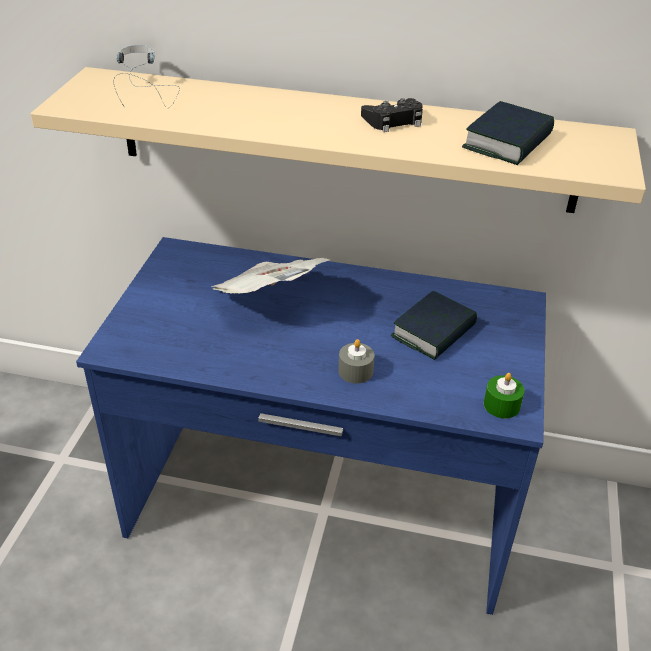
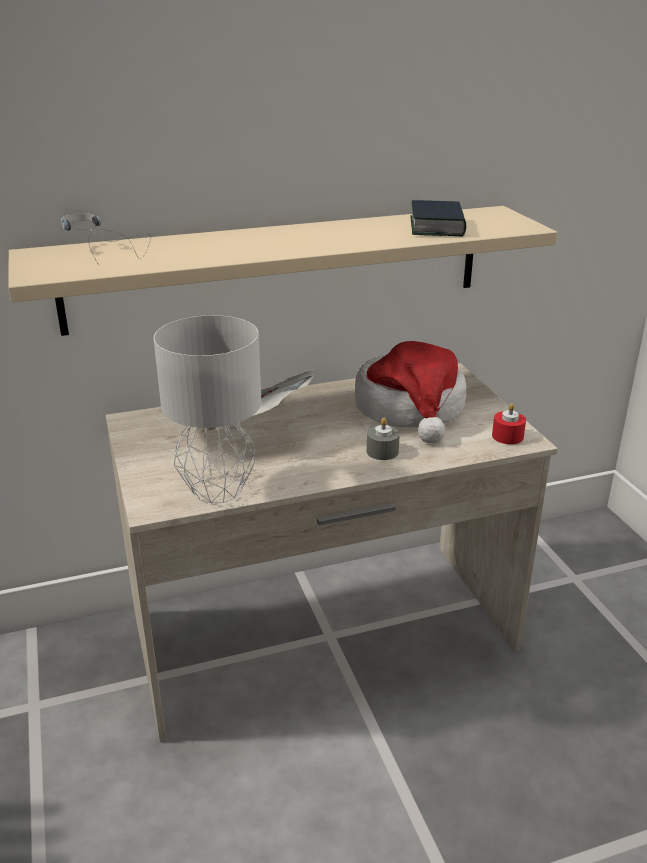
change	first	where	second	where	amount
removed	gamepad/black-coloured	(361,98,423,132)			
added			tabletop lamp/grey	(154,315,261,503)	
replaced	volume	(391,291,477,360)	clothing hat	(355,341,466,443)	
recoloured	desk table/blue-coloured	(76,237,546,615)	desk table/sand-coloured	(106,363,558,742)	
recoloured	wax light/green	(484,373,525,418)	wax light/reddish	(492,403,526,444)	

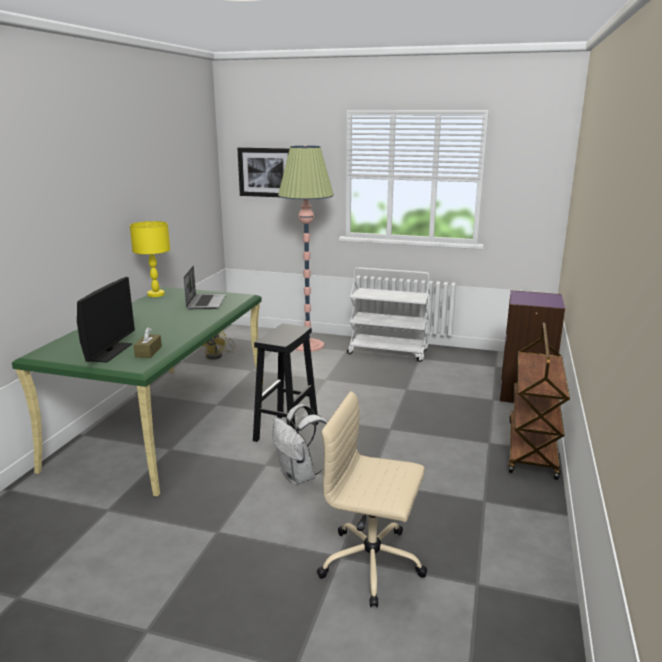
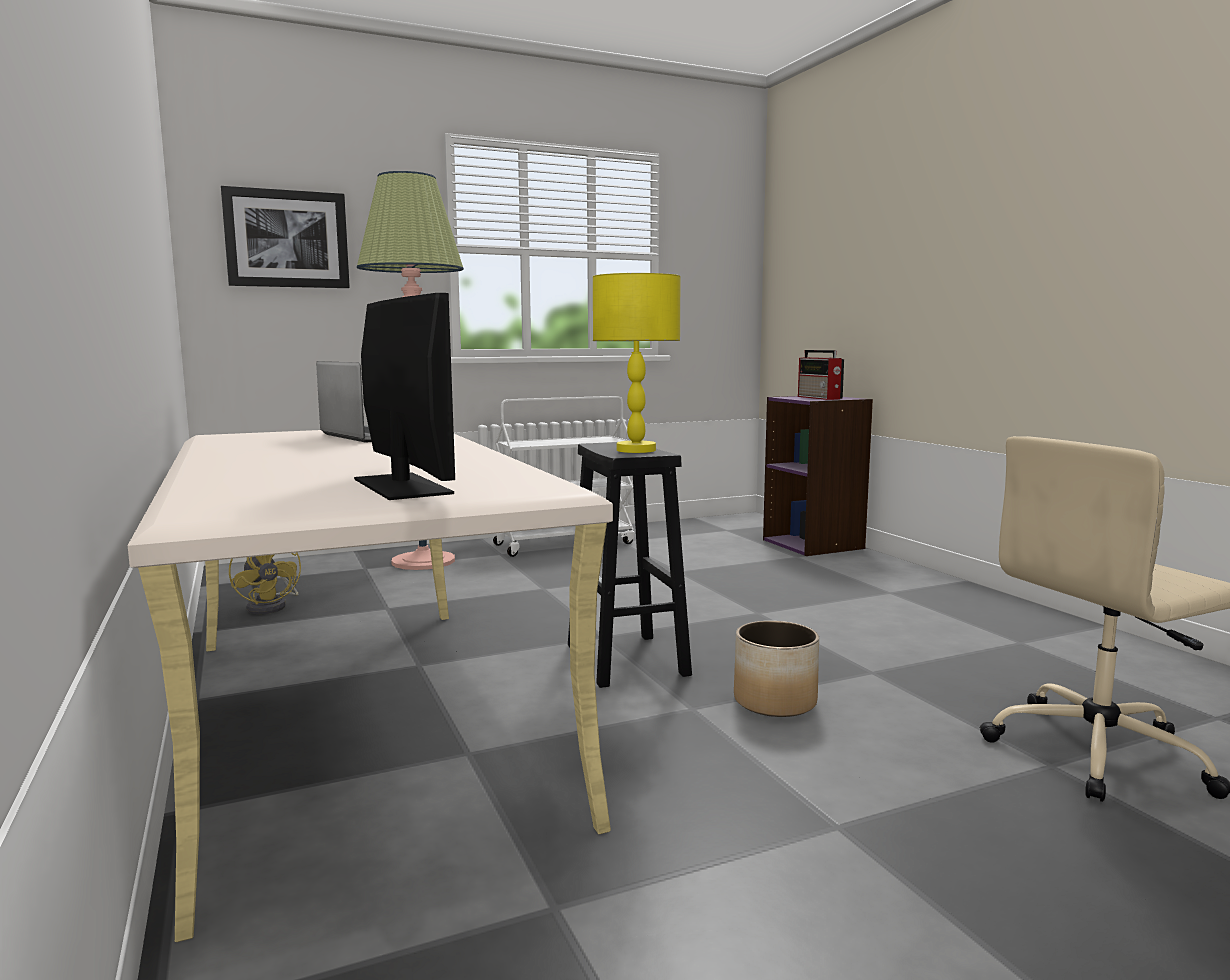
change	first	where	second	where	amount
removed	box of tissues/brownish	(134,327,162,358)			
removed	trolley/brownish	(508,323,570,480)			
added			radio	(798,350,844,400)	
moved	tabletop lamp/yellow	(130,221,170,297)		(593,273,681,453)	
replaced	knapsack/whitish	(272,404,328,485)	planter	(734,621,819,717)	
recoloured	desk table/green	(12,287,264,497)	desk table/sand-coloured	(127,430,613,942)	

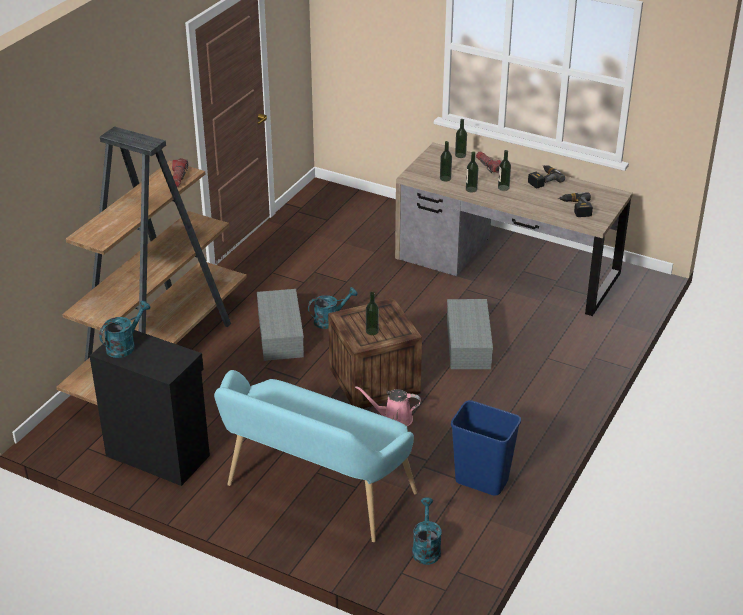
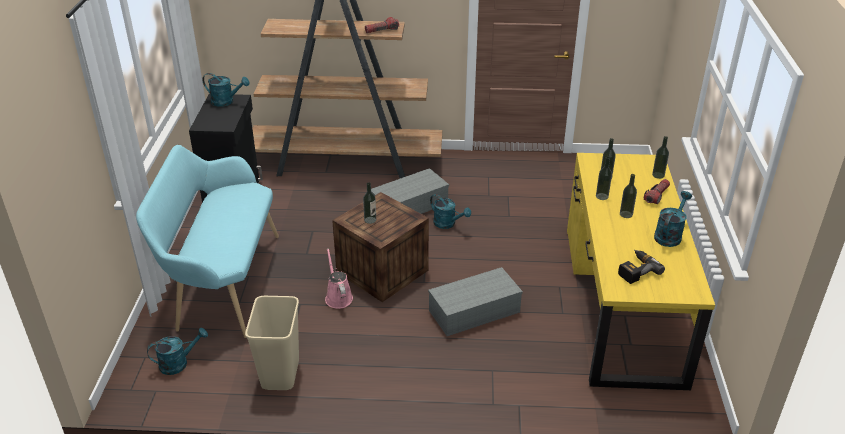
change	first	where	second	where	amount
replaced	power drill	(528,165,565,189)	sprinkling can/blue-green	(654,191,692,247)	
recoloured	desk table/brownish	(395,143,633,316)	desk table/yellow	(567,153,715,390)	
recoloured	rubbish bin/blue-coloured	(451,400,521,496)	rubbish bin/sand-coloured	(245,296,299,390)	

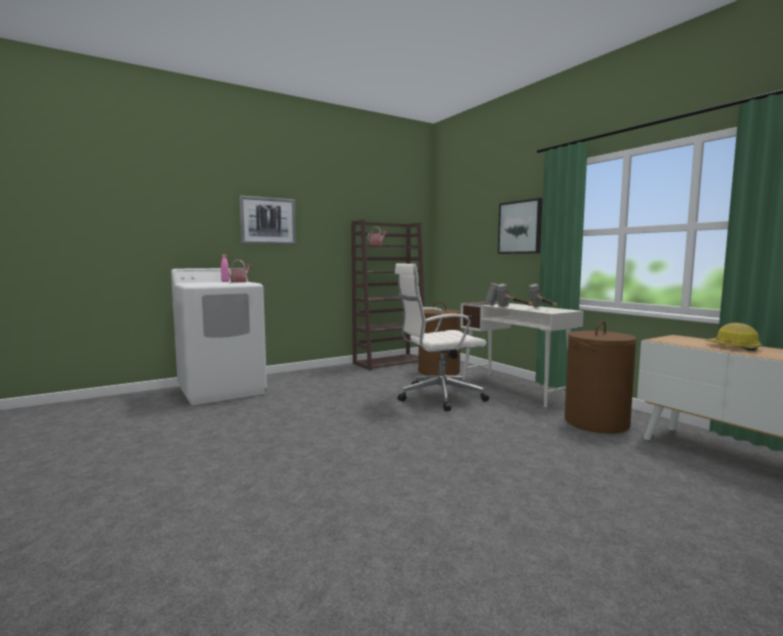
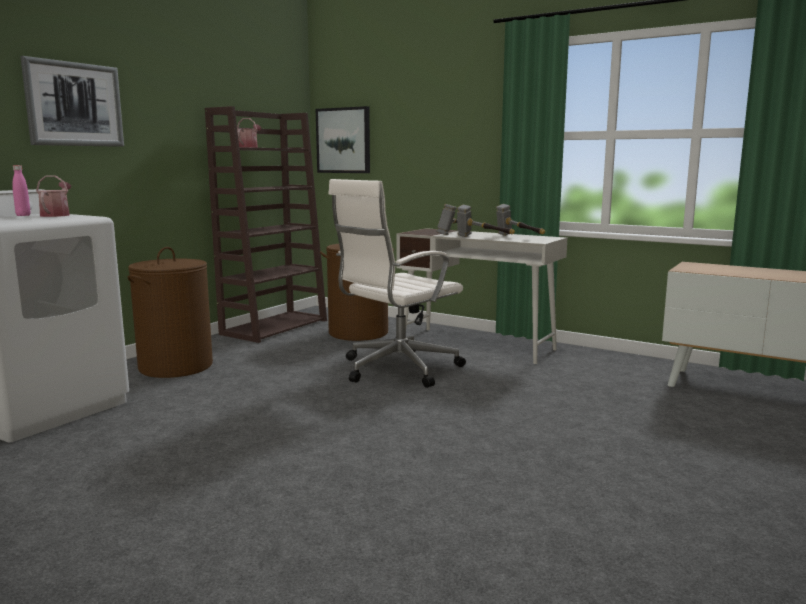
change	first	where	second	where	amount
removed	work helmet	(705,323,762,351)			
moved	picture	(498,198,542,254)		(316,106,370,173)	
moved	hamper/brownish	(564,321,637,433)		(128,247,213,378)	

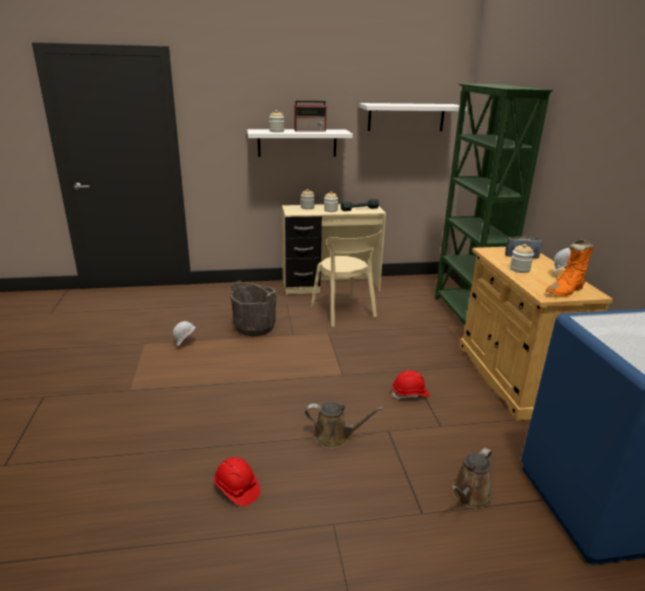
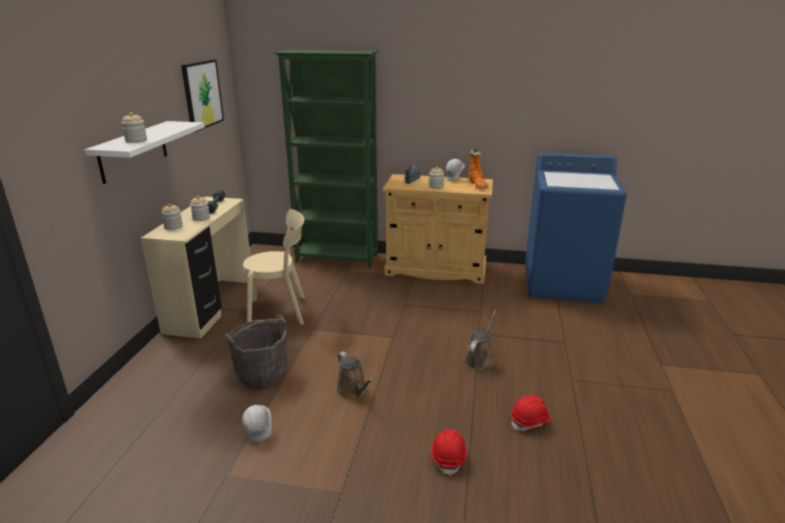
change	first	where	second	where	amount
removed	radio	(294,101,327,132)			
moved	work helmet/reddish	(392,370,430,399)		(431,429,467,476)	
moved	sprinkling can/brownish	(451,448,493,508)		(336,352,373,400)	
replaced	bracket shelf/whitish	(360,103,467,131)	picture	(181,59,224,132)	

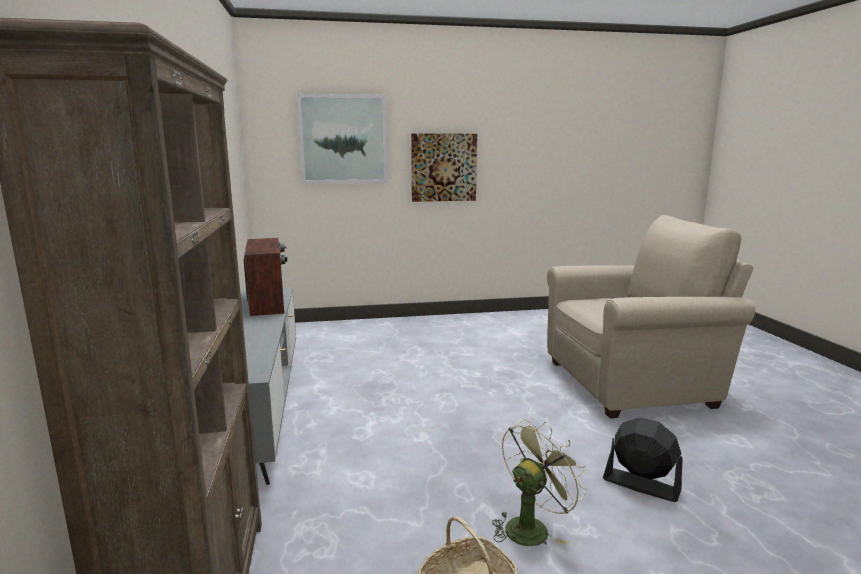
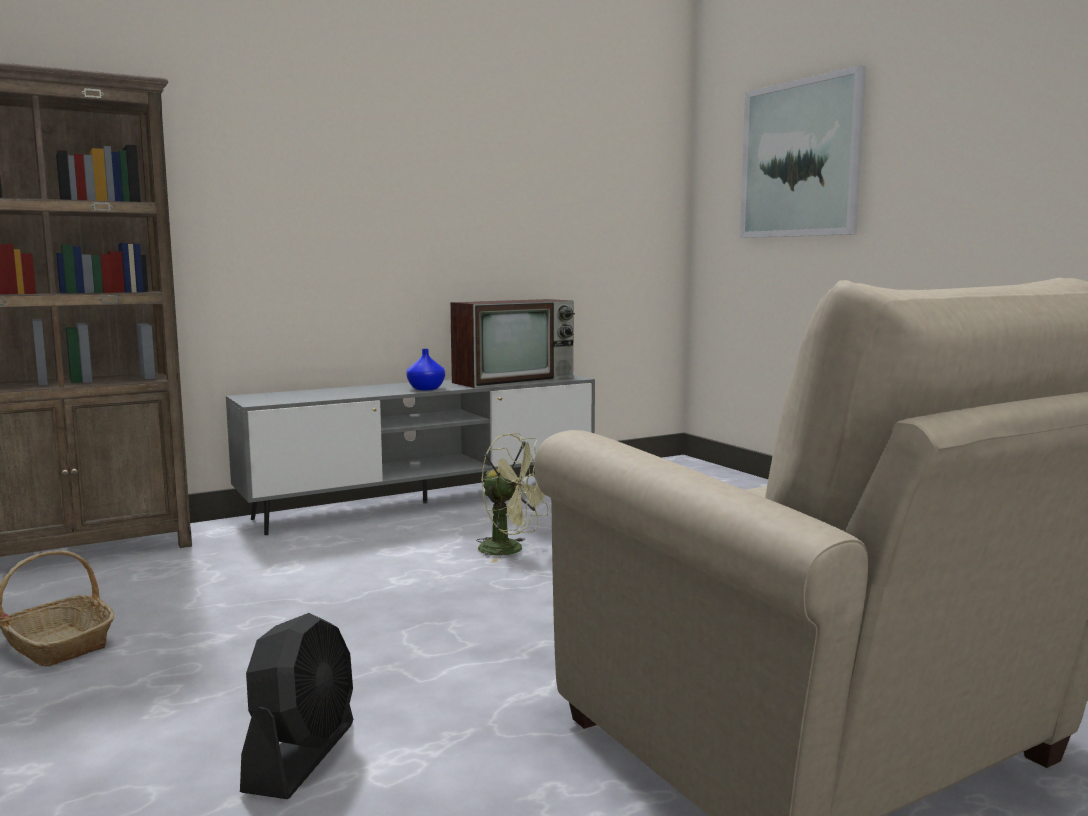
change	first	where	second	where	amount
removed	picture	(411,133,477,202)			
added			flower vase/blue-coloured	(406,349,445,390)	
moved	fan/green	(492,419,587,546)		(476,433,548,562)	

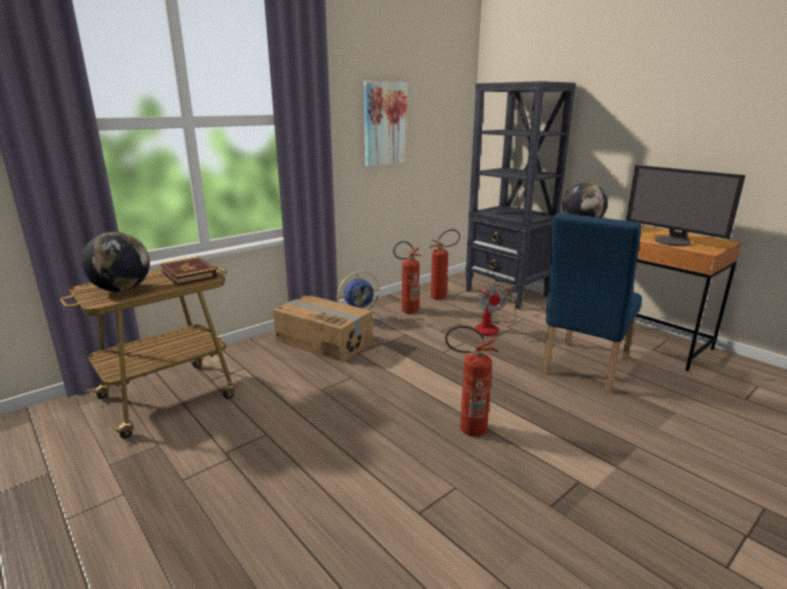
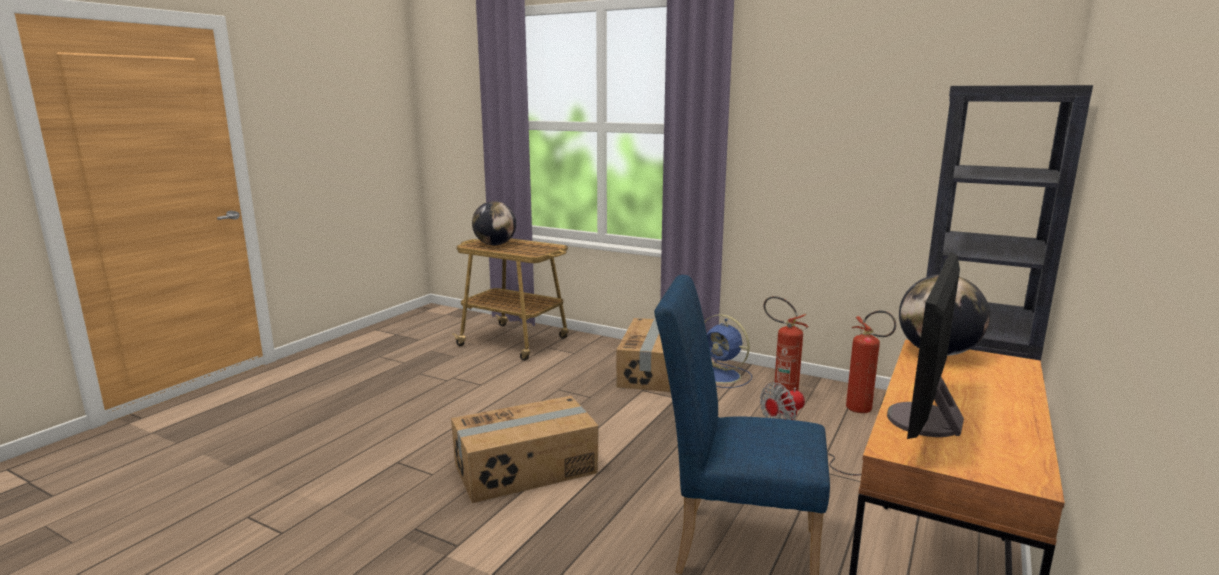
change	first	where	second	where	amount
removed	volume	(159,256,217,286)			
removed	picture	(364,81,407,167)			
replaced	fire extinguisher	(445,325,499,437)	packing box	(451,396,598,503)	

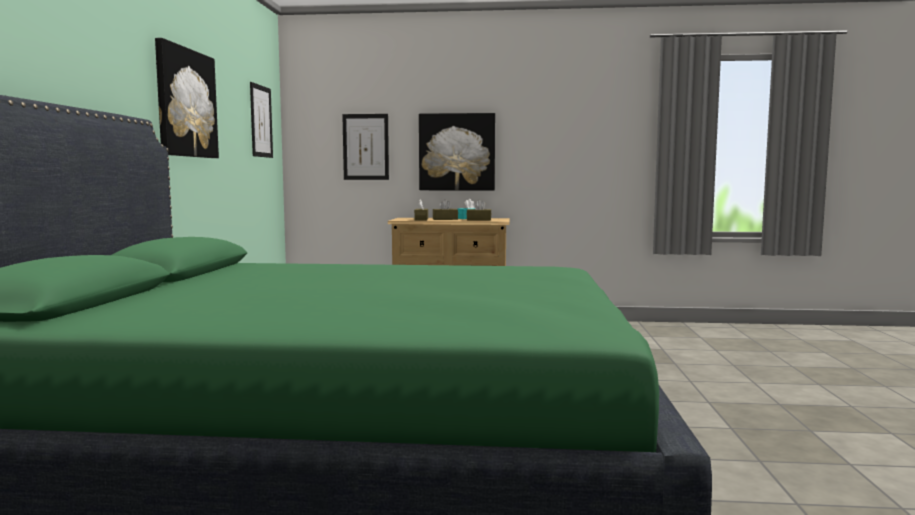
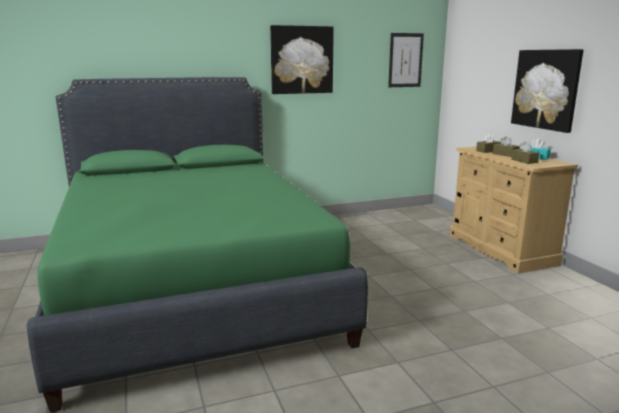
change	first	where	second	where	amount
removed	picture	(342,114,389,180)			

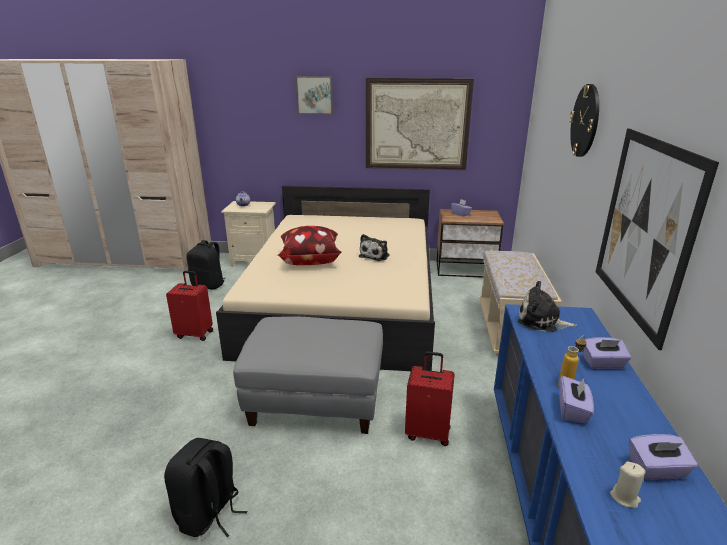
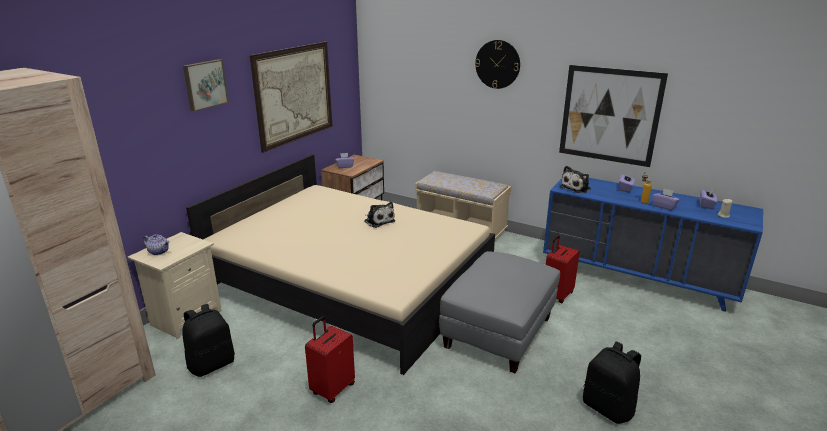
change	first	where	second	where	amount
removed	pillow	(278,226,342,265)			

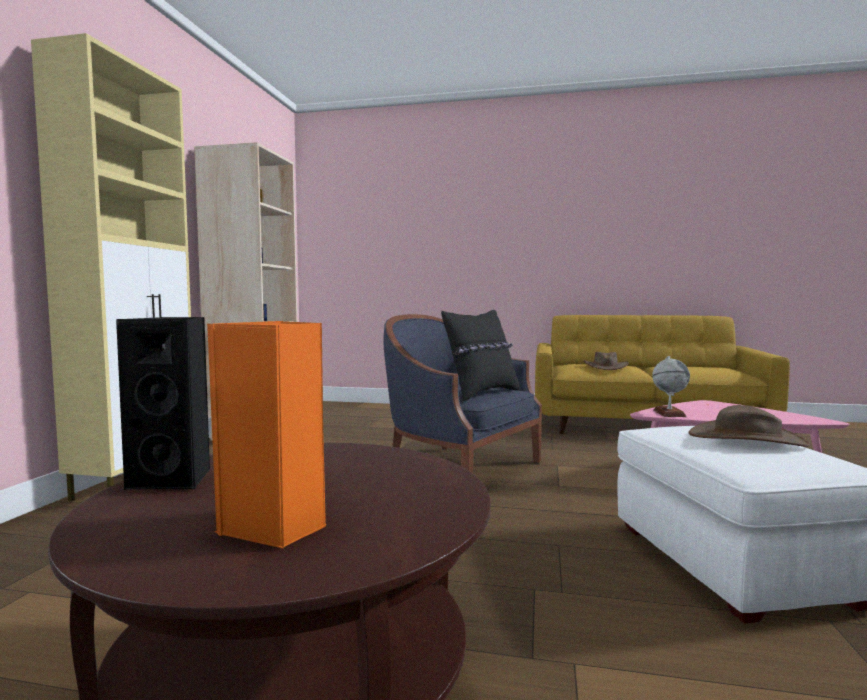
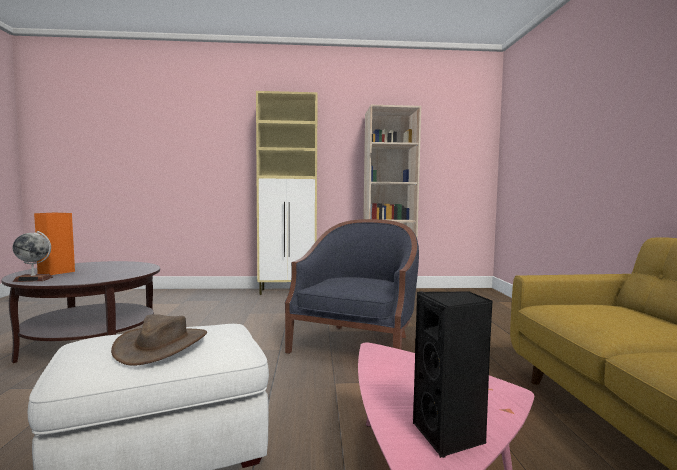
change	first	where	second	where	amount
removed	pillow/black-coloured	(441,310,519,401)			
removed	clothing hat/brownish	(583,352,629,370)			
moved	loudspeaker/black-coloured	(116,317,211,490)		(413,291,493,458)	
moved	globe	(652,356,690,417)		(13,231,53,282)	

